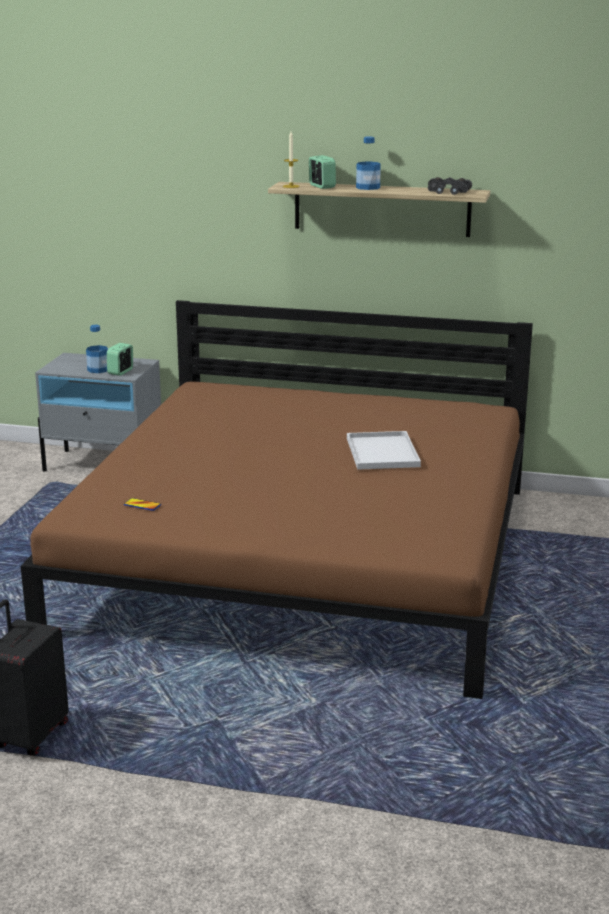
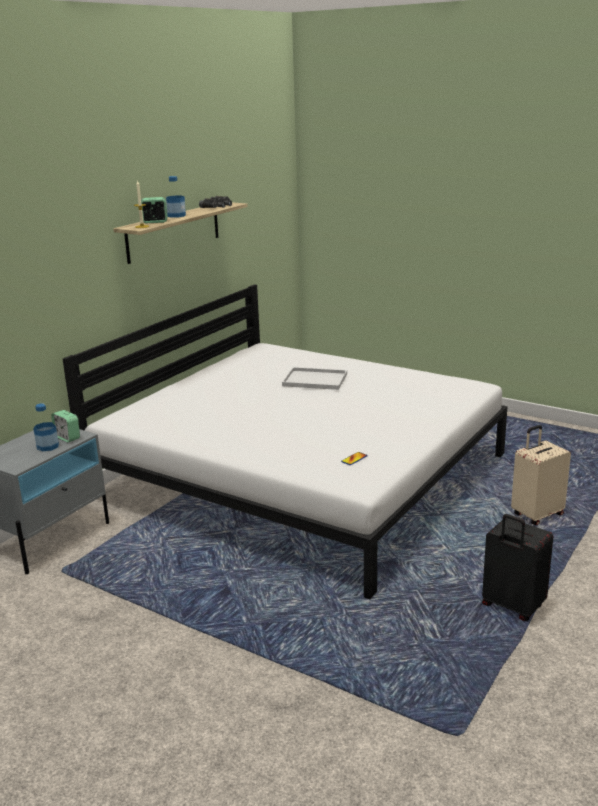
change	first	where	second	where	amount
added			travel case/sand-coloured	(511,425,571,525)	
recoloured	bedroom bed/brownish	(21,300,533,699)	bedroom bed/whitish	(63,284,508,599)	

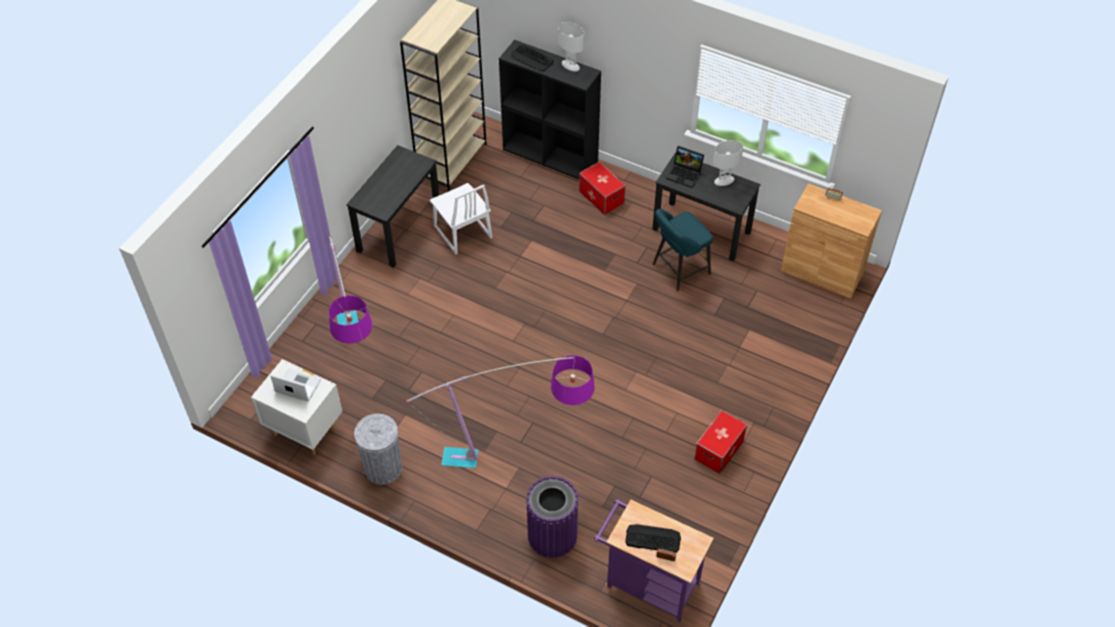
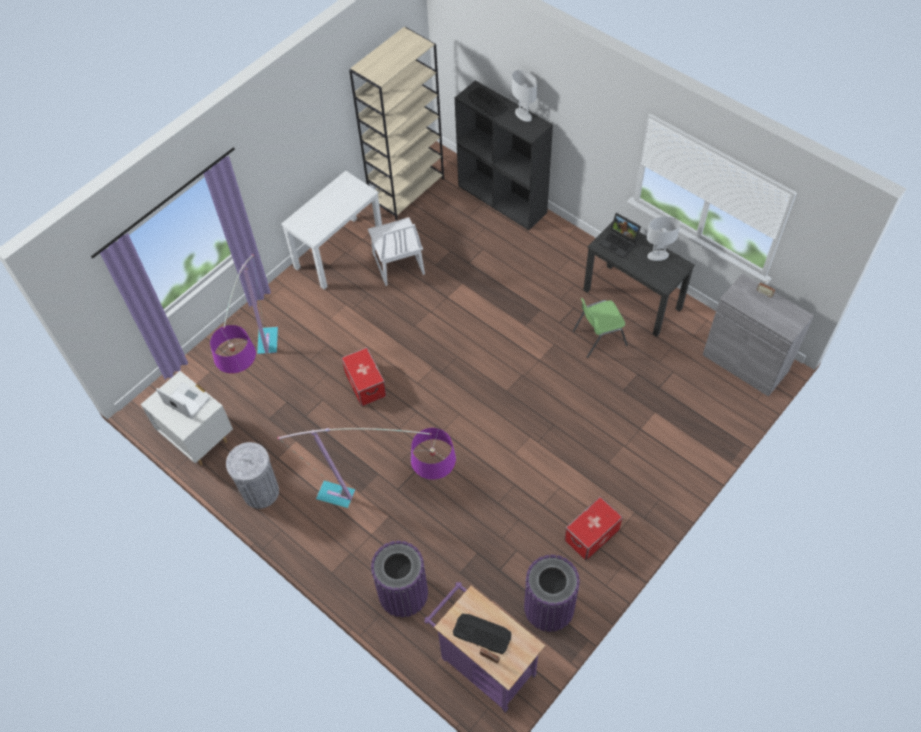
change	first	where	second	where	amount
added			rubbish bin/purplish	(524,555,580,632)	
moved	storage box	(579,162,626,215)		(341,347,387,407)	
replaced	sitting stool/blue-green	(653,209,713,292)	chair/green	(573,298,628,358)	
recoloured	desk table/black-coloured	(346,145,439,268)	desk table/whitish	(281,171,382,290)	
recoloured	storage cabinet/brownish	(781,183,882,299)	storage cabinet/grey	(703,274,814,397)	

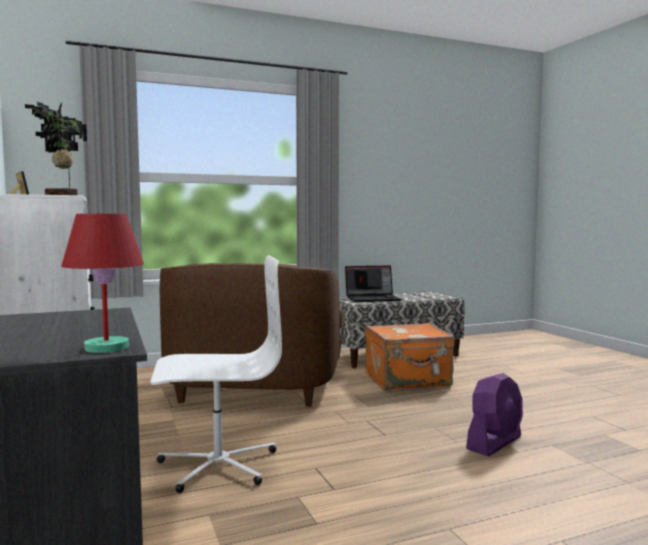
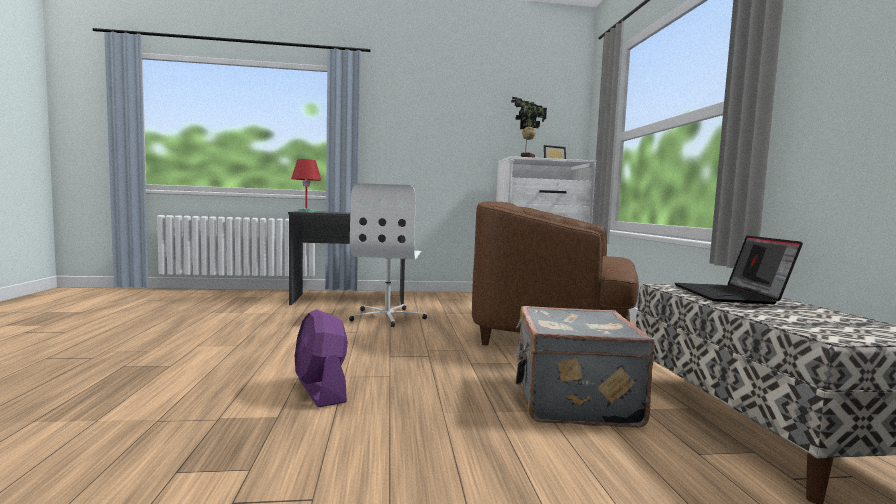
change	first	where	second	where	amount
recoloured	travel case/orange	(365,323,455,390)	travel case/grey	(515,306,655,428)	

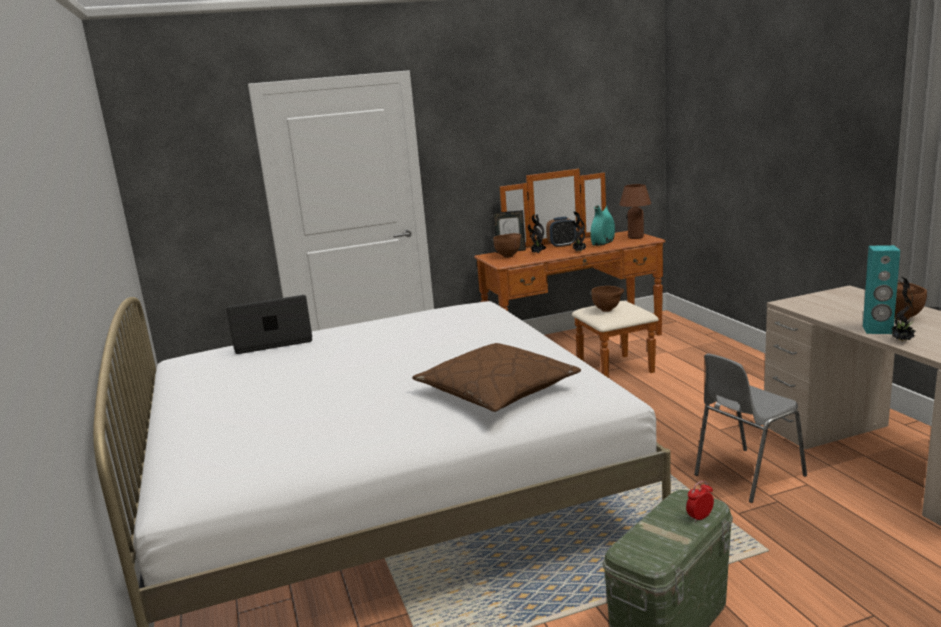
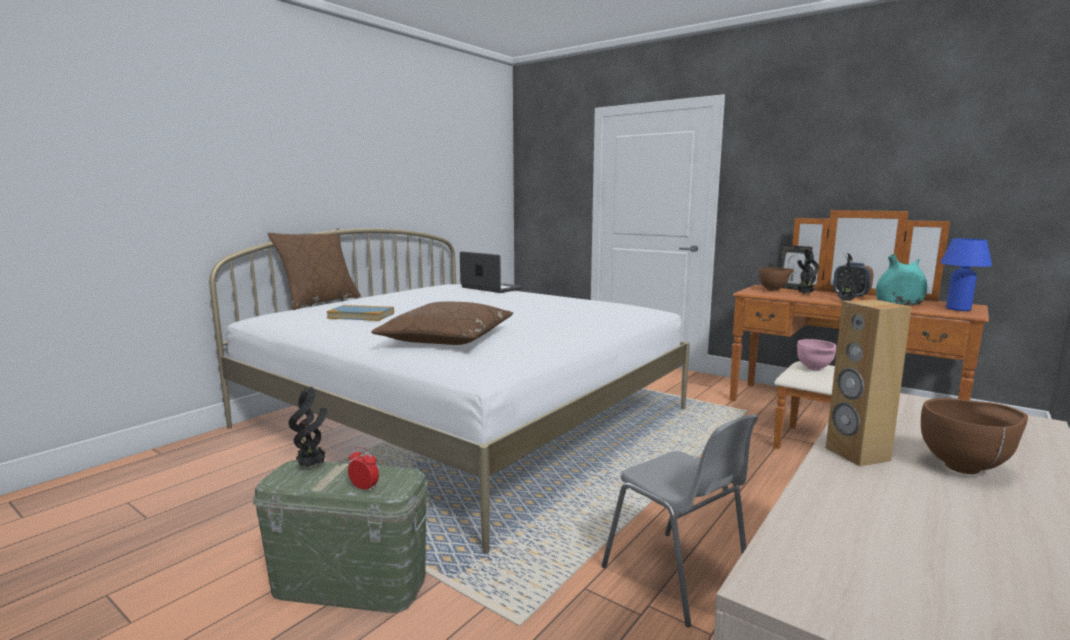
change	first	where	second	where	amount
added			pillow/brownish	(268,229,361,310)	
added			volume	(326,305,394,321)	
moved	houseplant	(888,277,915,341)		(288,387,327,468)	
recoloured	serving bowl/brownish	(591,286,624,312)	serving bowl/pink-coloured	(797,339,836,371)	
recoloured	tabletop lamp/brownish	(619,184,651,239)	tabletop lamp/blue-coloured	(940,238,992,311)	
recoloured	loudspeaker/blue-green	(863,245,900,334)	loudspeaker/brownish	(826,299,911,467)	
turned	chair/grey	(694,354,807,503)		(602,414,758,627)	150 degrees counterclockwise

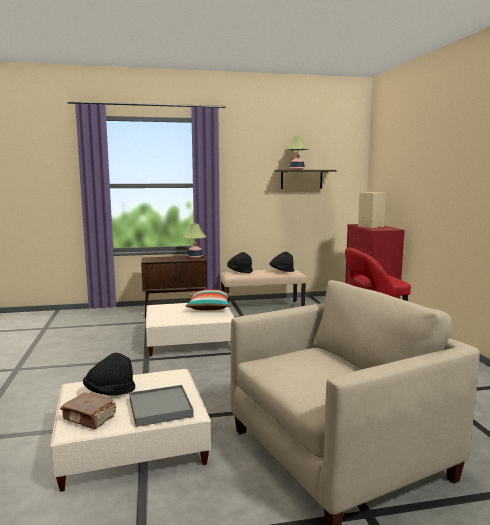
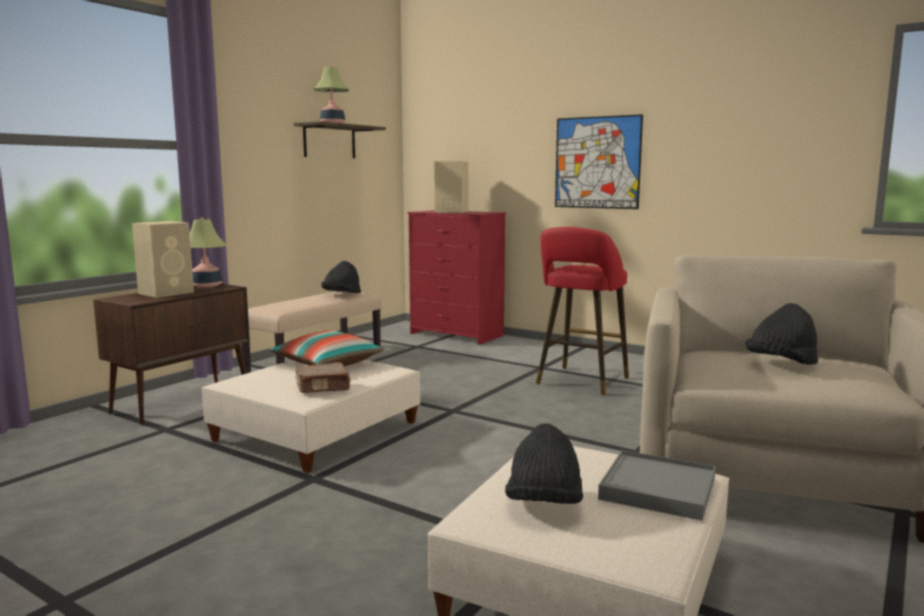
change	first	where	second	where	amount
added			loudspeaker/sand-coloured	(132,221,194,298)	
added			picture	(555,114,643,209)	
moved	volume/brownish	(60,393,116,429)		(295,362,351,393)	
moved	clothing hat/black-coloured	(227,252,253,273)		(745,303,818,365)	

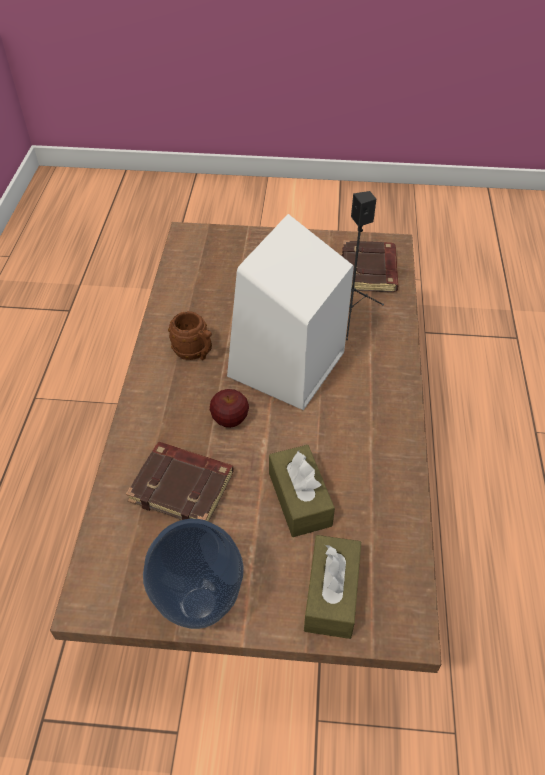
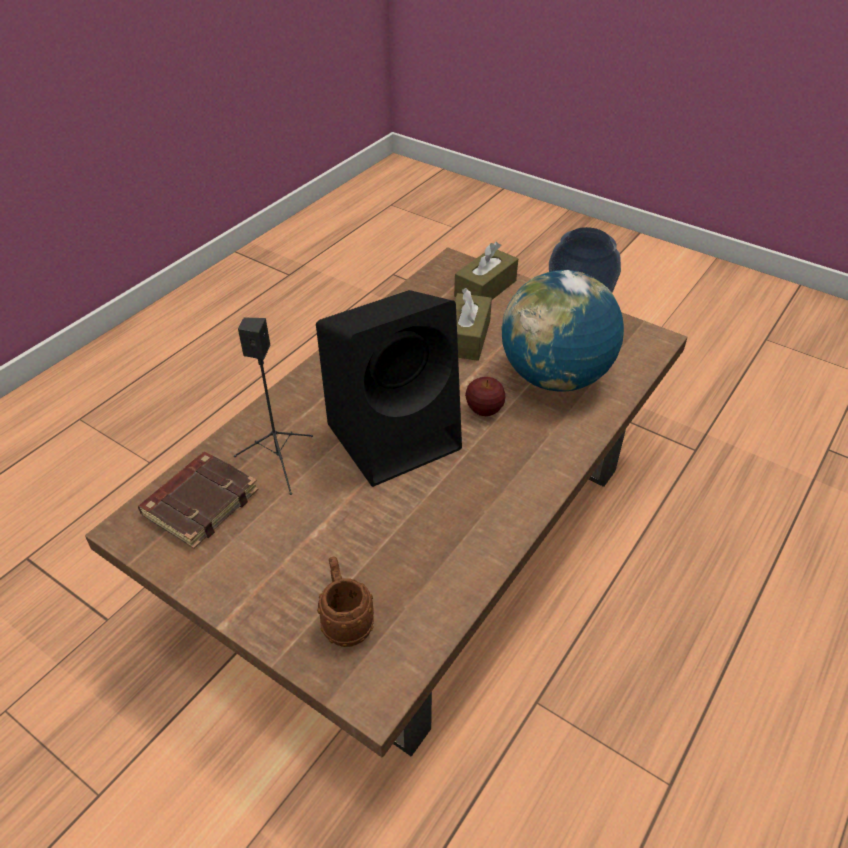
change	first	where	second	where	amount
moved	mug/brownish	(168,311,212,360)		(317,557,374,647)	
replaced	volume/brownish	(126,442,234,522)	globe	(502,270,624,391)	
recoloured	loudspeaker/whitish	(227,214,354,410)	loudspeaker/black-coloured	(316,290,462,487)	

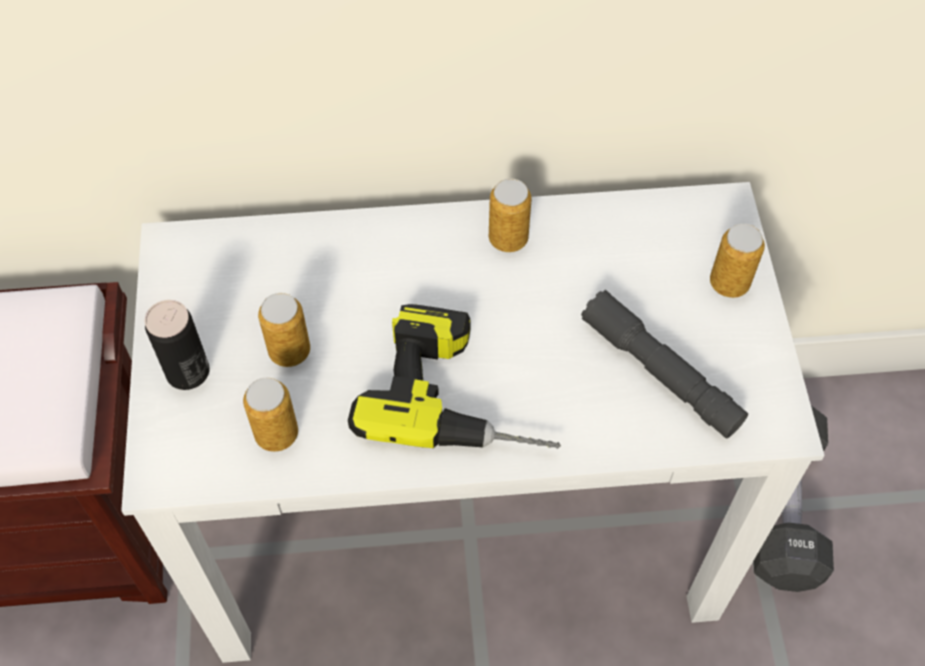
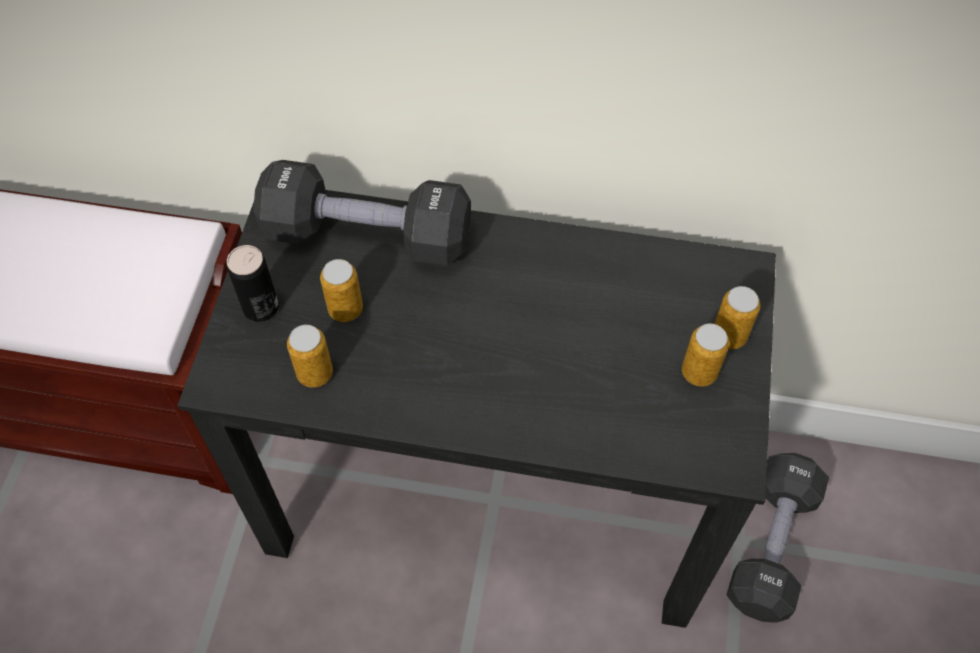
change	first	where	second	where	amount
removed	power drill	(348,304,561,449)			
removed	hand torch/grey	(581,290,748,438)			
added			dumbbell/black-coloured	(253,160,471,266)	
moved	sealed can	(489,178,531,252)		(682,323,729,386)	
recoloured	desk table/whitish	(121,182,825,663)	desk table/black-coloured	(177,190,776,628)	

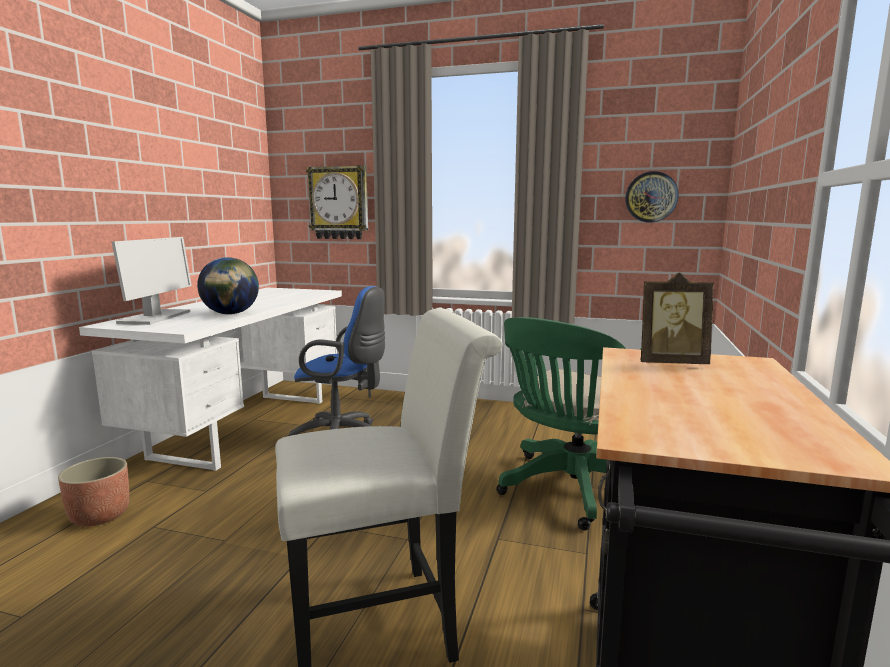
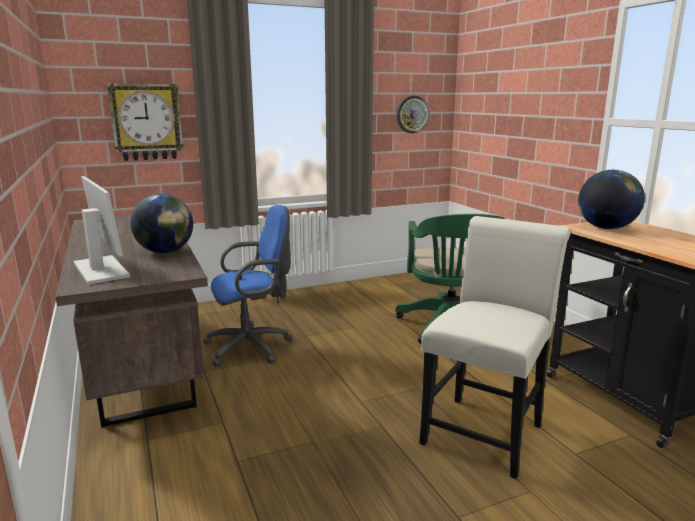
change	first	where	second	where	amount
removed	planter	(58,457,129,526)			
replaced	photo frame	(641,272,714,364)	globe	(578,170,645,229)	
recoloured	desk table/whitish	(79,287,342,471)	desk table/brownish	(56,215,208,428)	

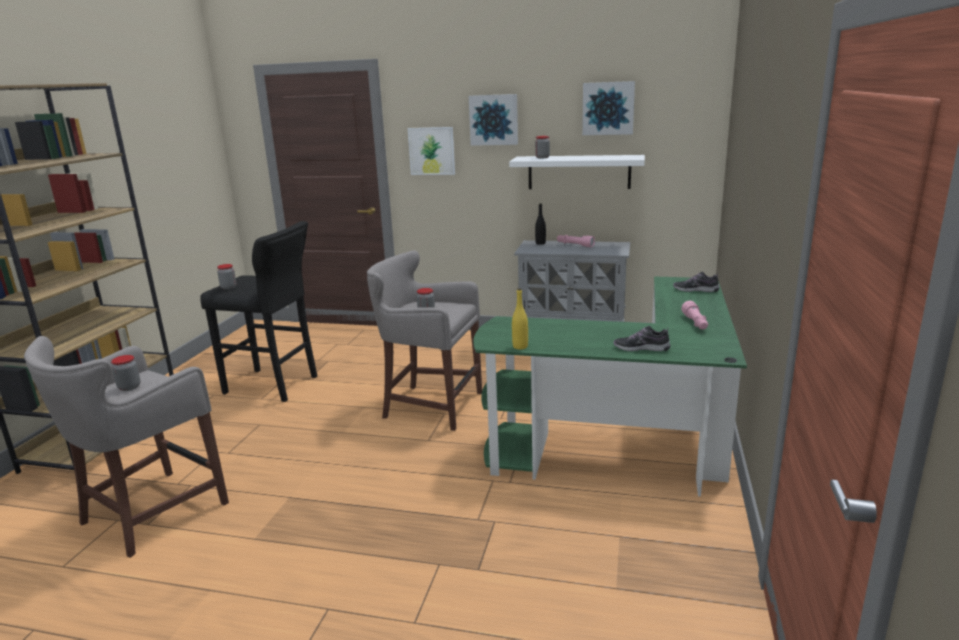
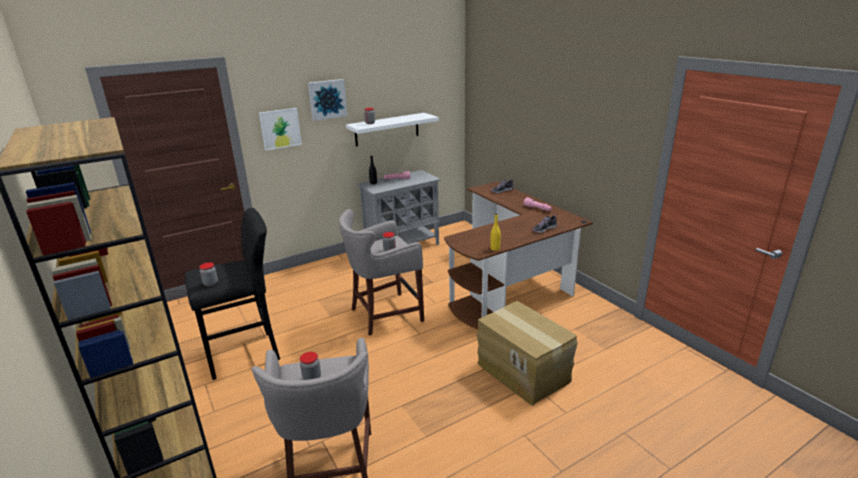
change	first	where	second	where	amount
removed	picture	(582,81,635,135)			
added			packing box	(477,301,578,406)	
recoloured	desk table/green	(473,276,747,497)	desk table/brownish	(444,182,593,329)	

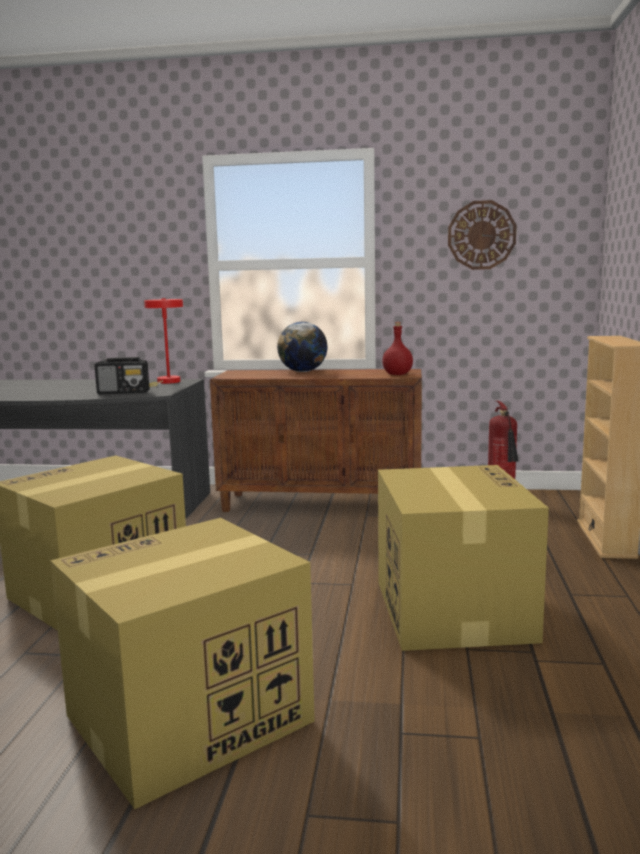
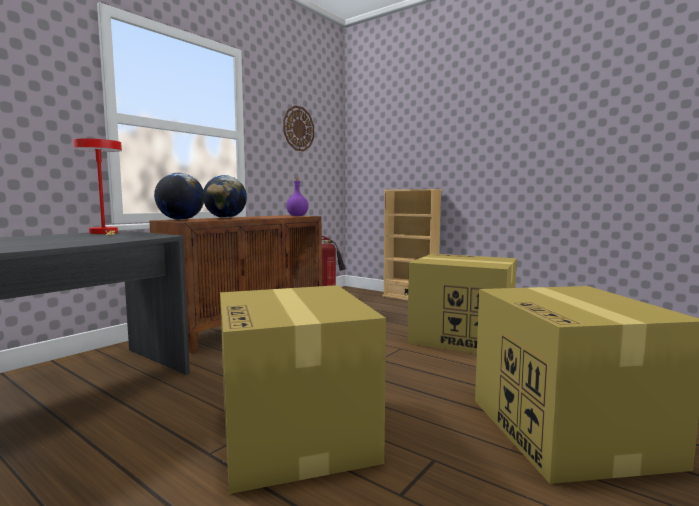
change	first	where	second	where	amount
removed	radio	(94,357,149,394)			
added			globe	(154,173,205,220)	
recoloured	bottle/reddish	(382,322,413,375)	bottle/purplish	(286,178,308,216)	

